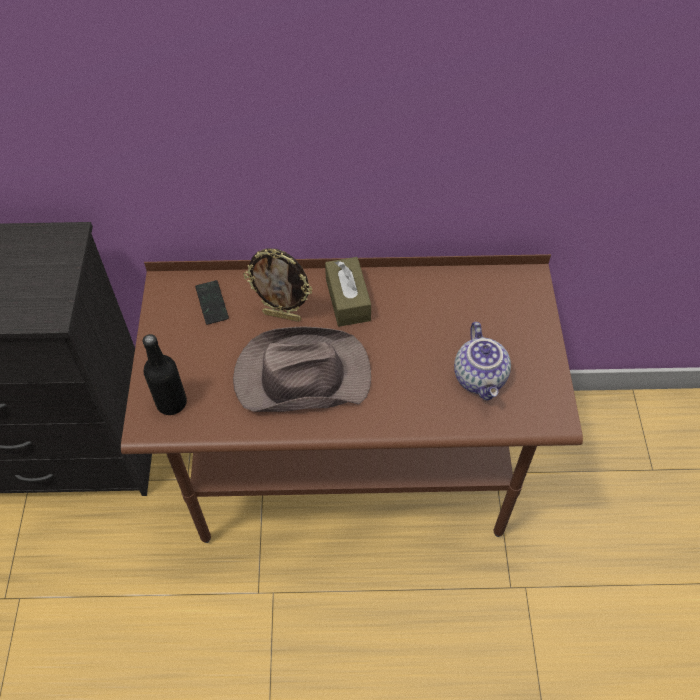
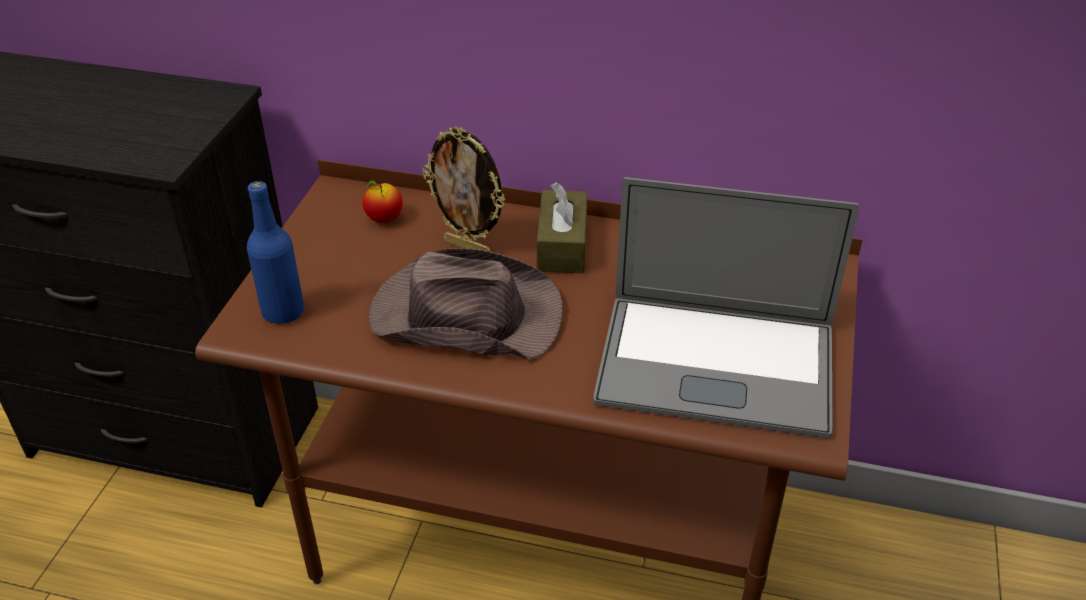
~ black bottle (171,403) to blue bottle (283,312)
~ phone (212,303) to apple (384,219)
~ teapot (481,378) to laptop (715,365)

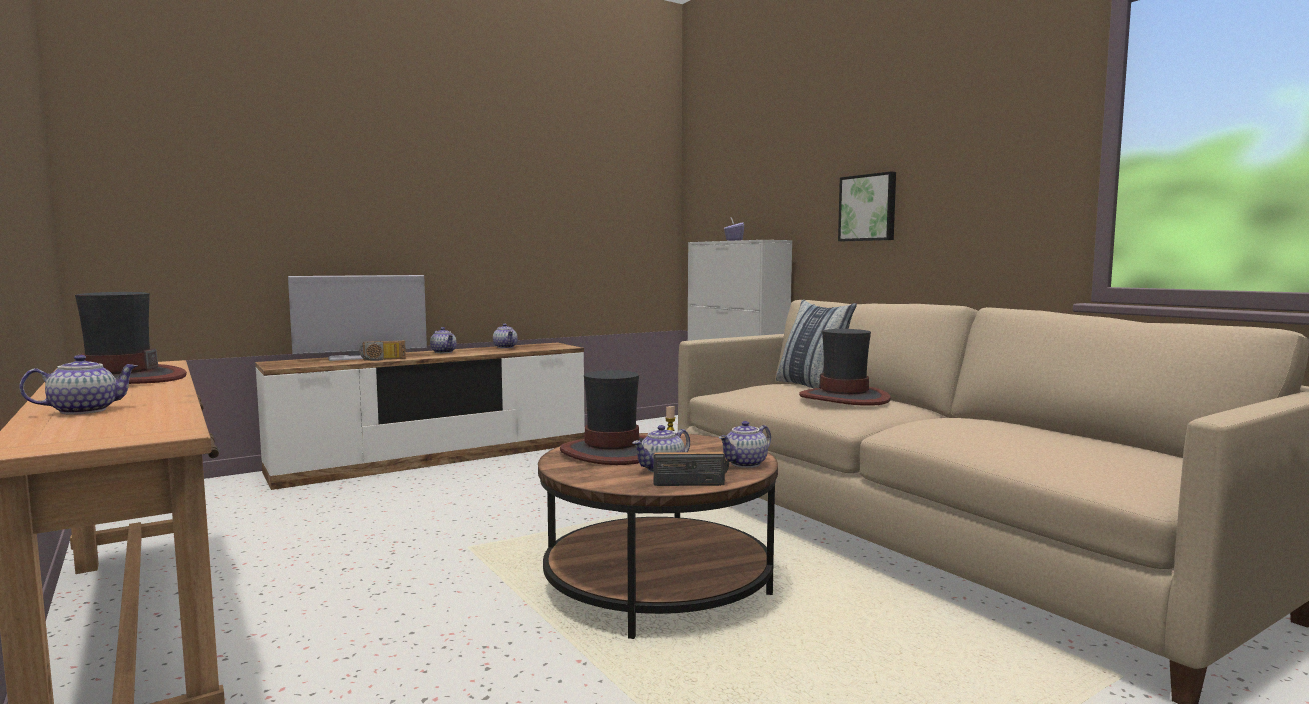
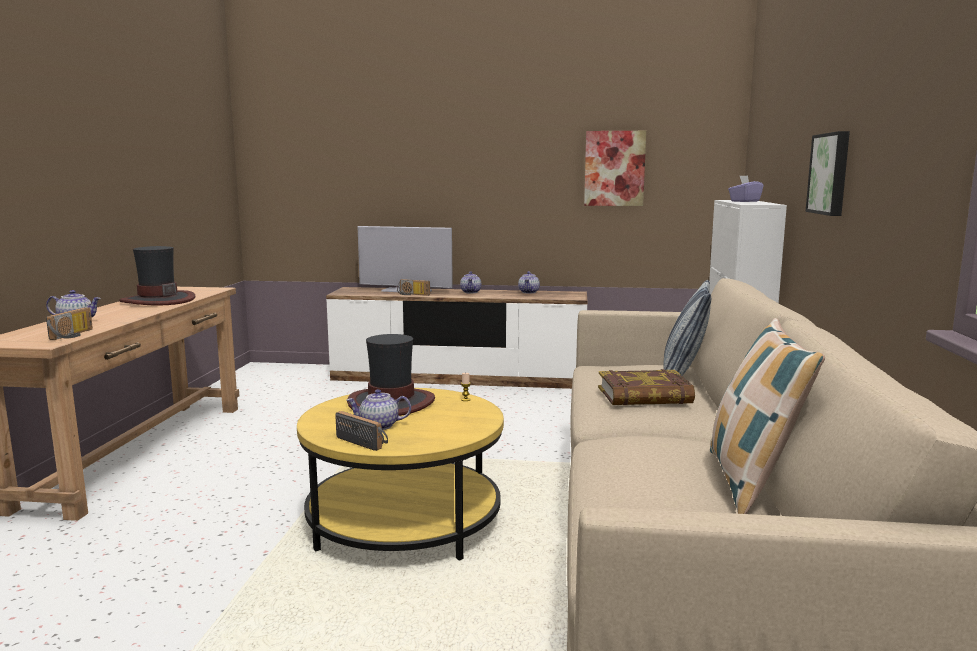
+ radio (74,335)
~ brown coffee table (658,584) to yellow coffee table (404,521)
+ picture (614,168)
~ hat (844,398) to book (644,396)
+ pillow (752,483)
- teapot (746,464)

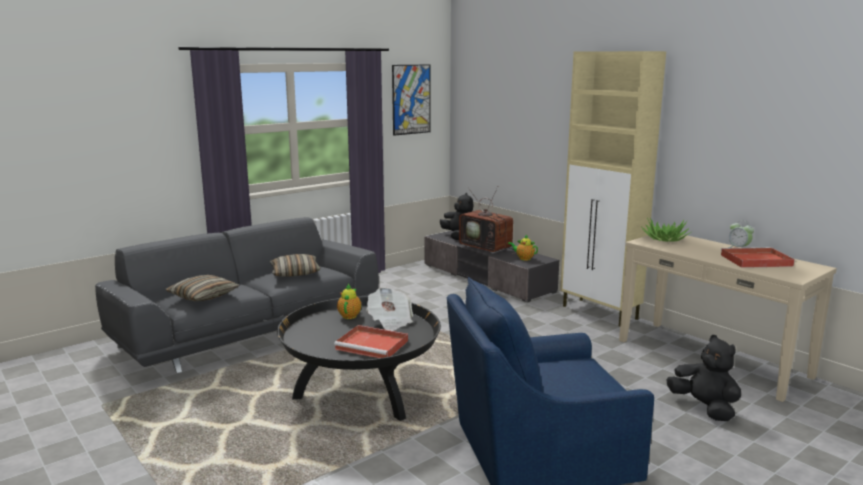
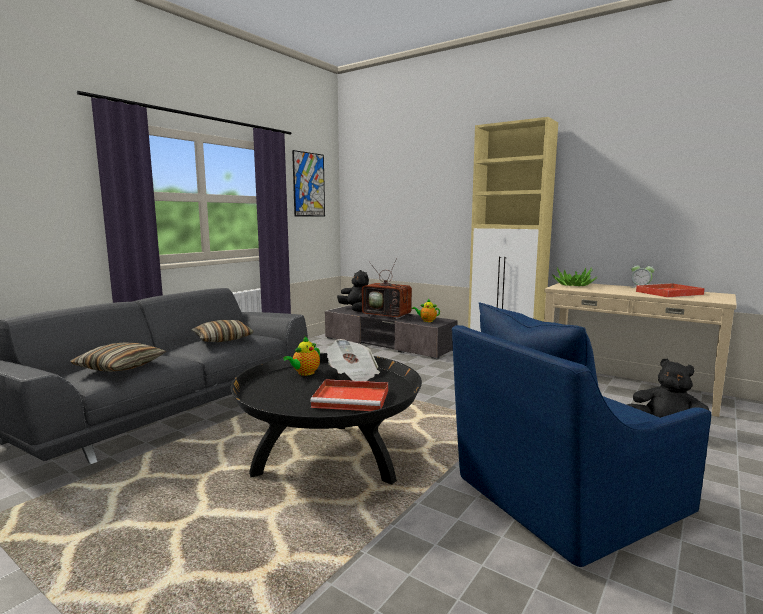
~ teapot (350,315) = (304,373) 135 degrees counterclockwise

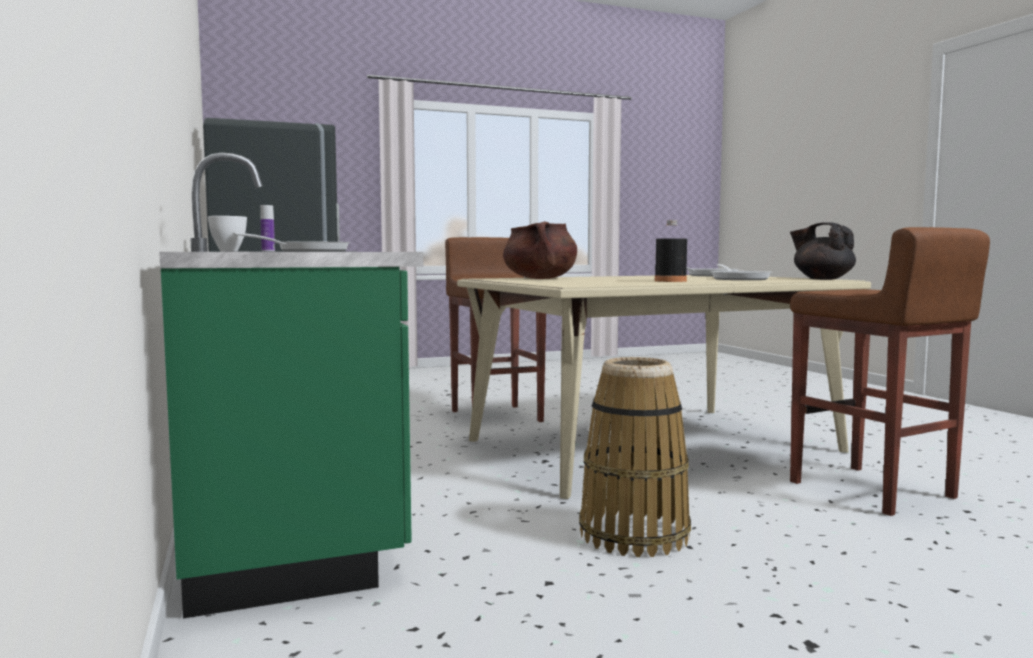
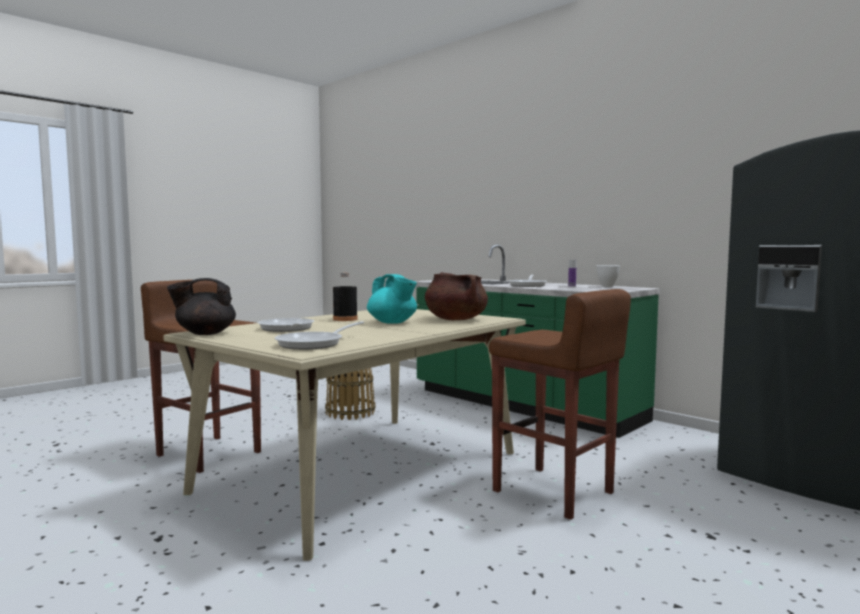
~ black teapot (822,279) = (205,333) 135 degrees clockwise
+ turquoise teapot (392,322)

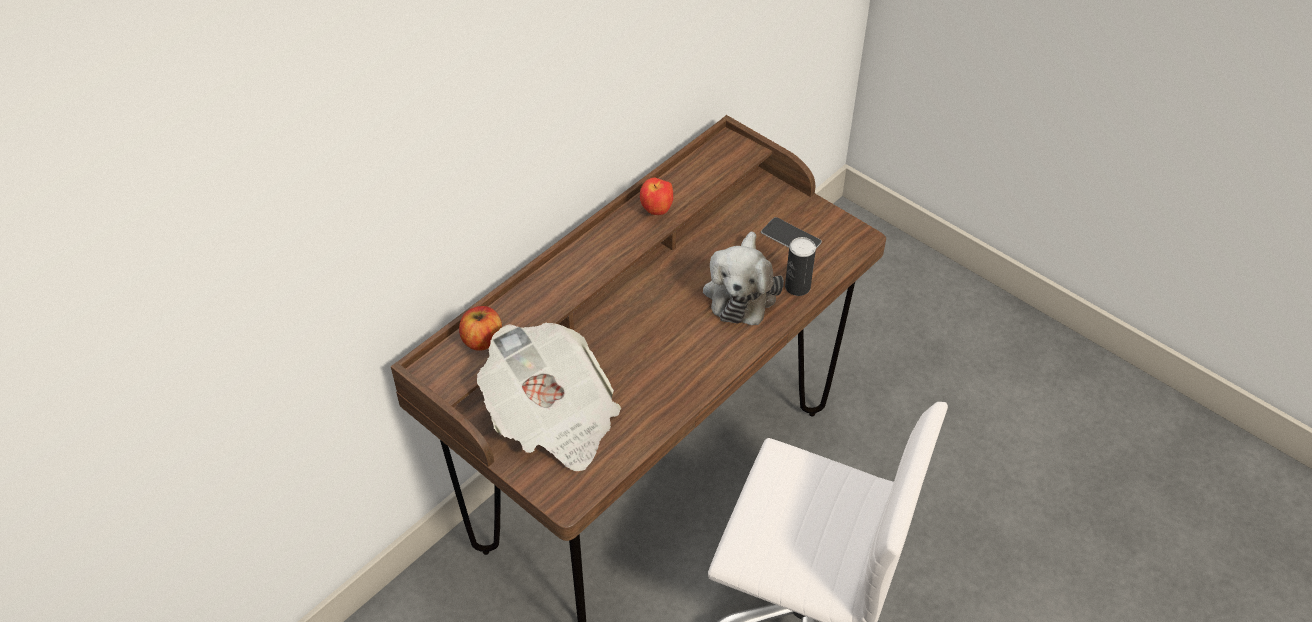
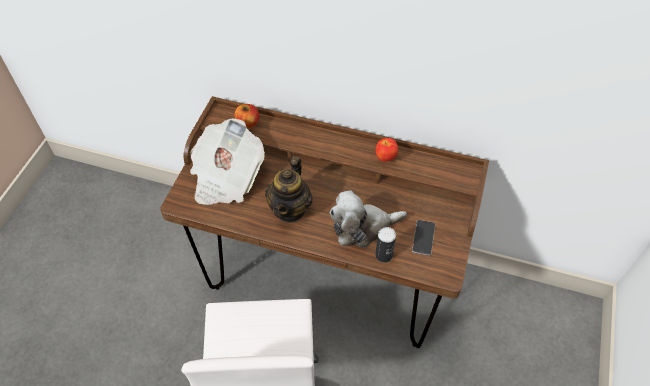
+ teapot (290,209)

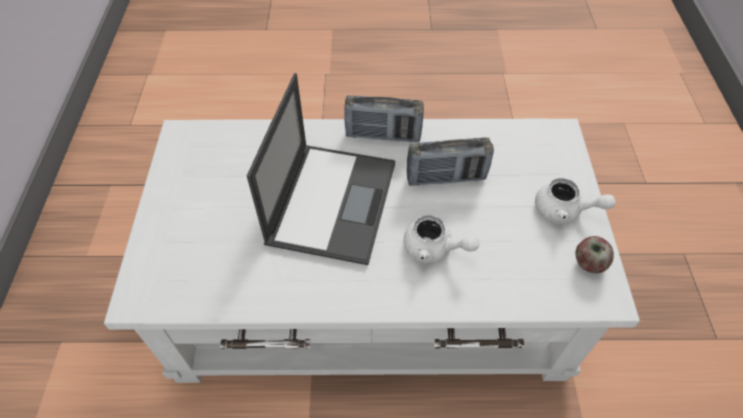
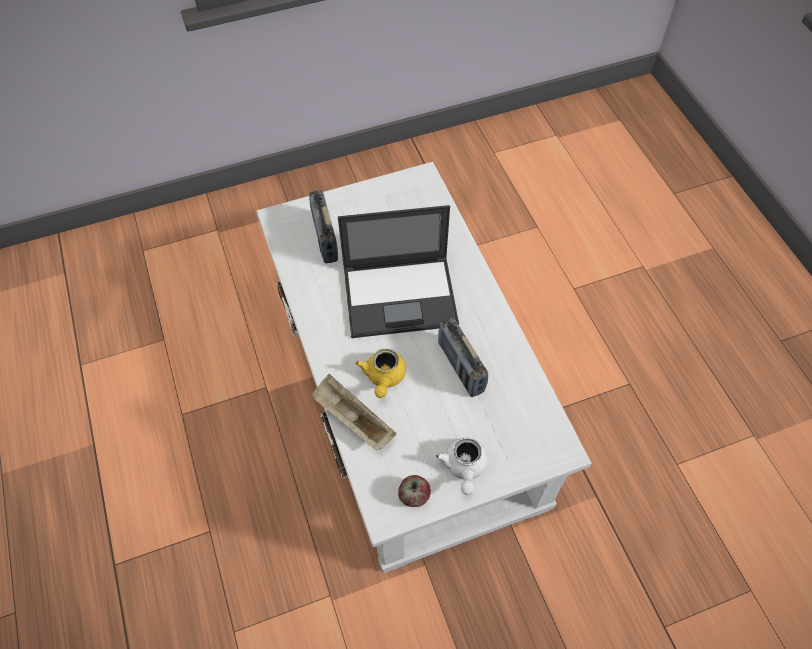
~ radio (383,135) to (325,239)
+ beige tray (352,419)
~ white teapot (434,249) to yellow teapot (383,378)

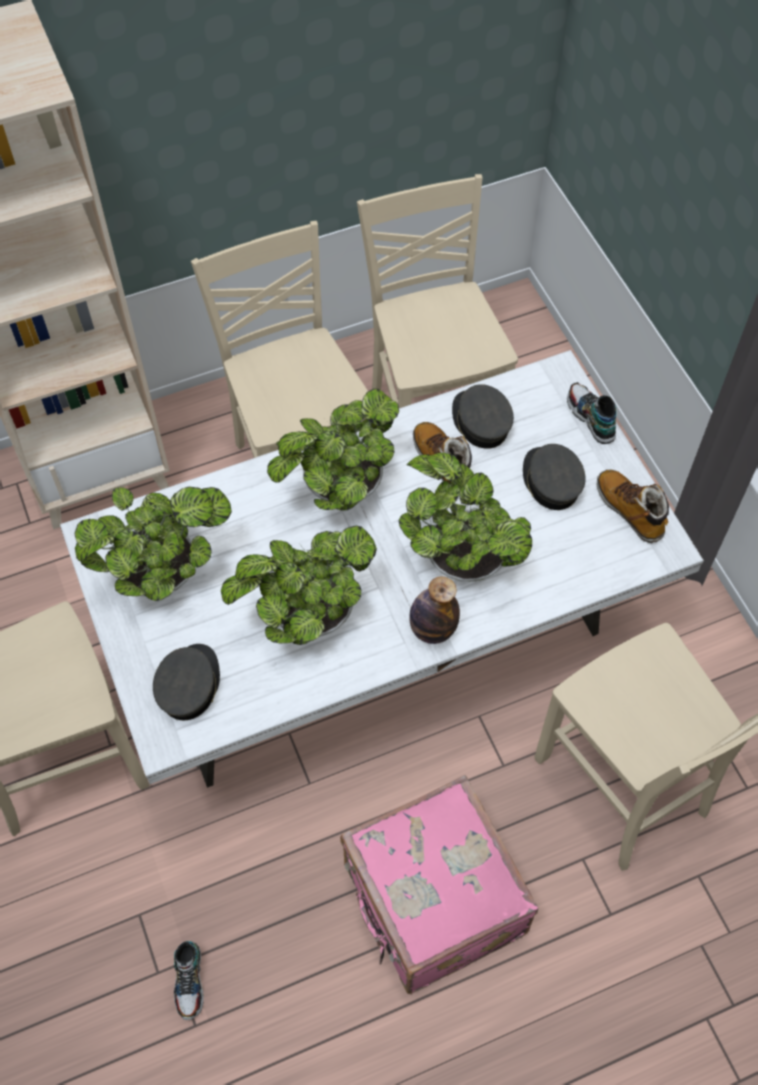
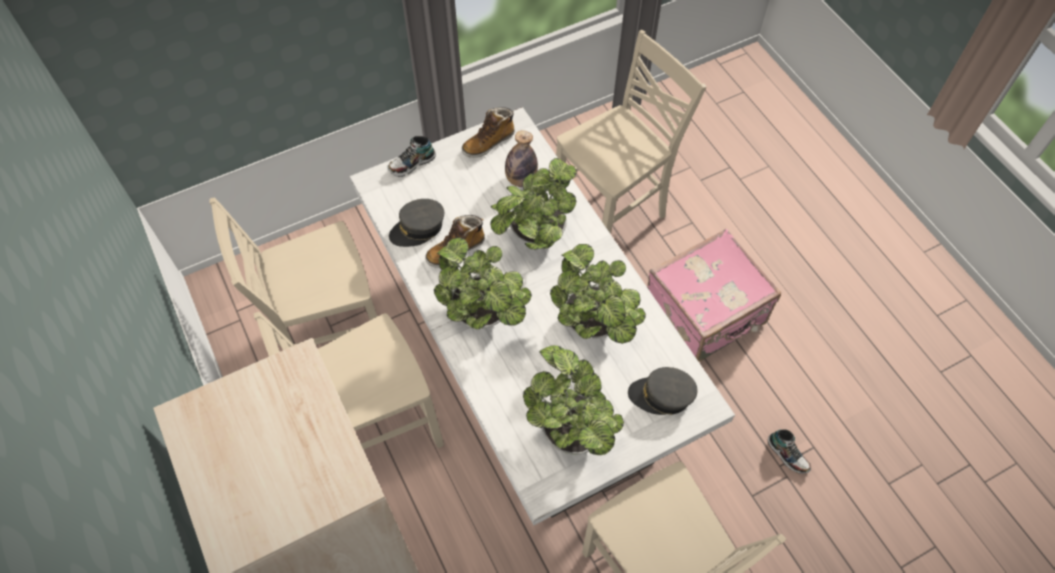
~ bottle (432,629) to (521,179)
~ shoe (190,982) = (787,454) 60 degrees clockwise
- grey cap (550,482)

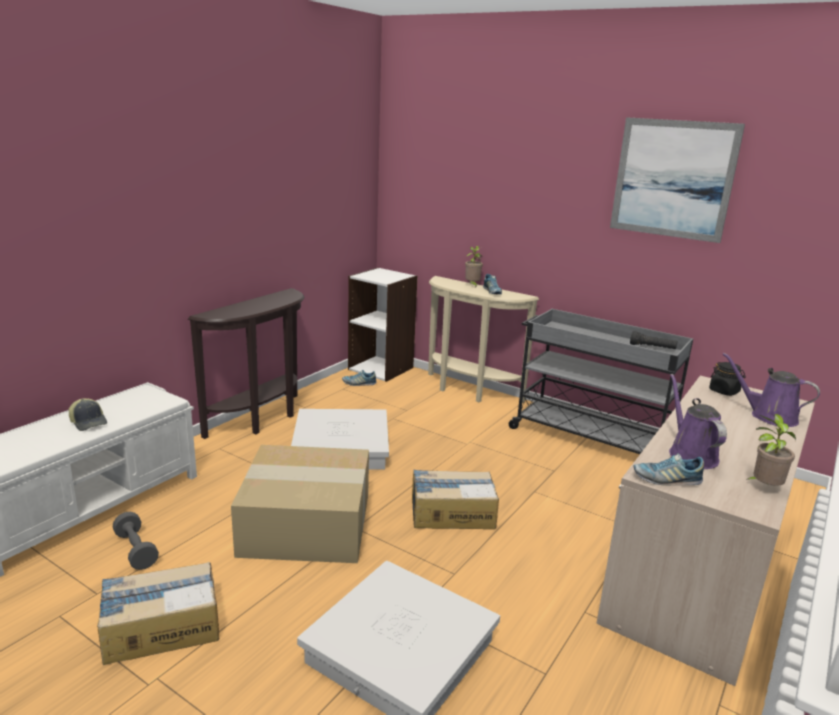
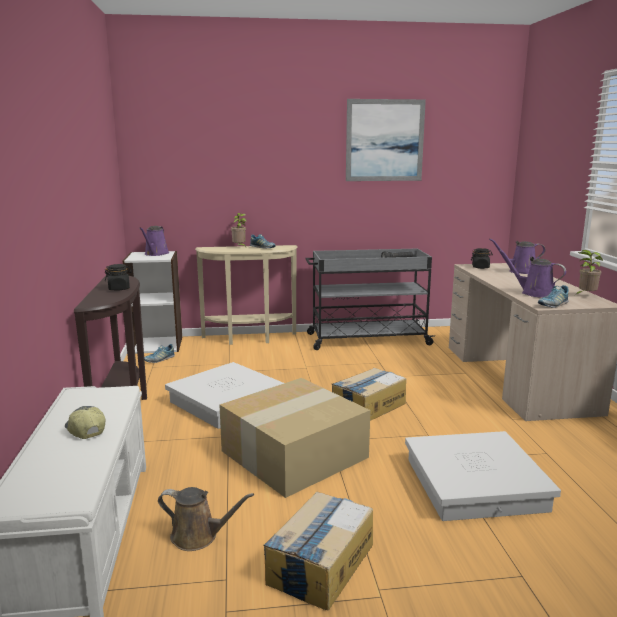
~ cap (89,422) = (85,430) 135 degrees counterclockwise
+ black jar (119,289)
+ purple watering can (155,254)
~ grey dumbbell (136,550) to brown watering can (198,536)

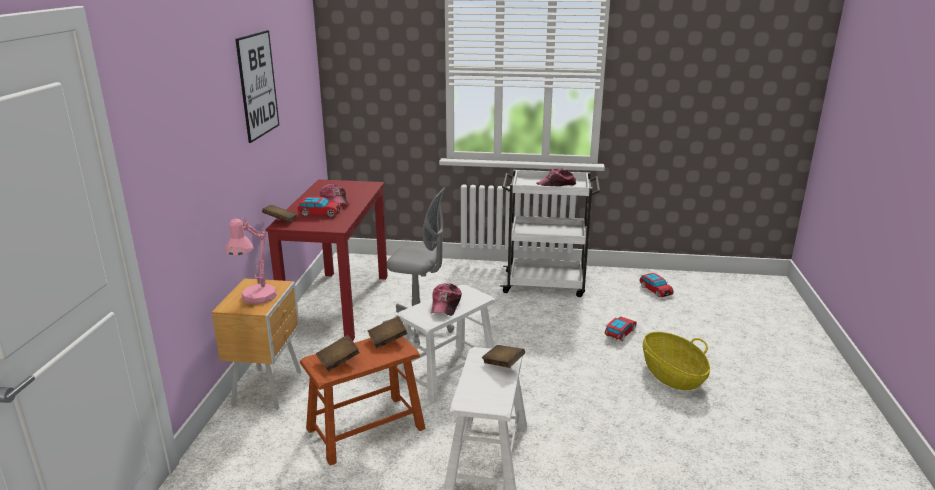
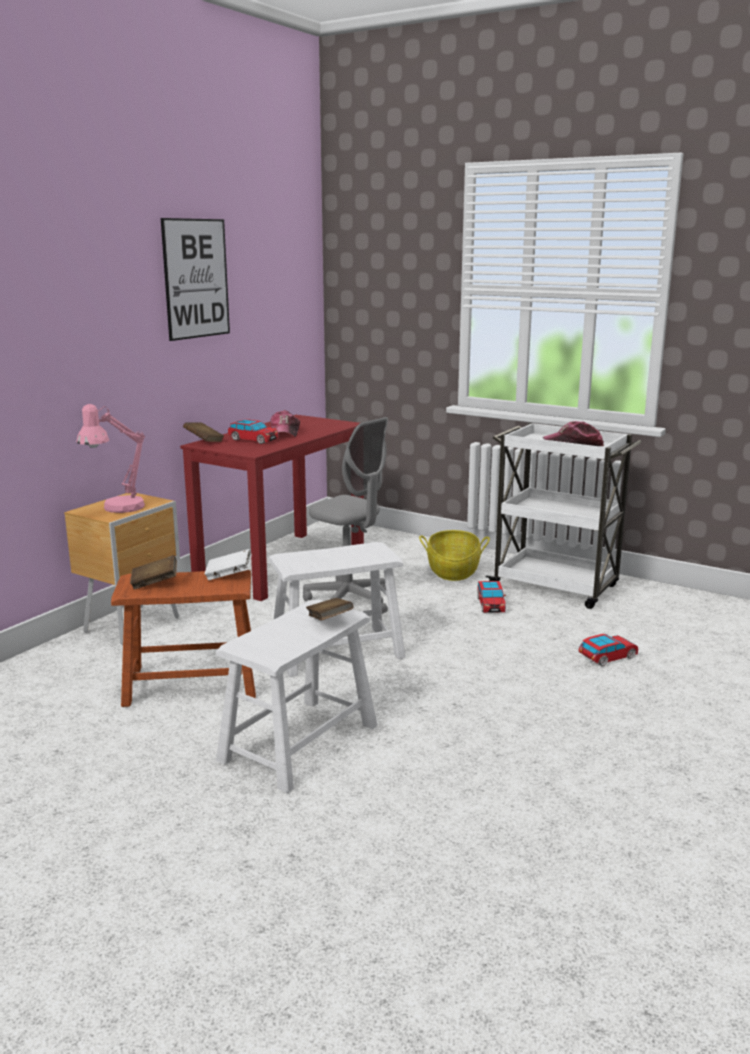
~ brown book (387,340) to white book (229,575)
~ basket (672,375) to (453,570)
~ toy car (655,290) to (490,604)
- cap (446,305)

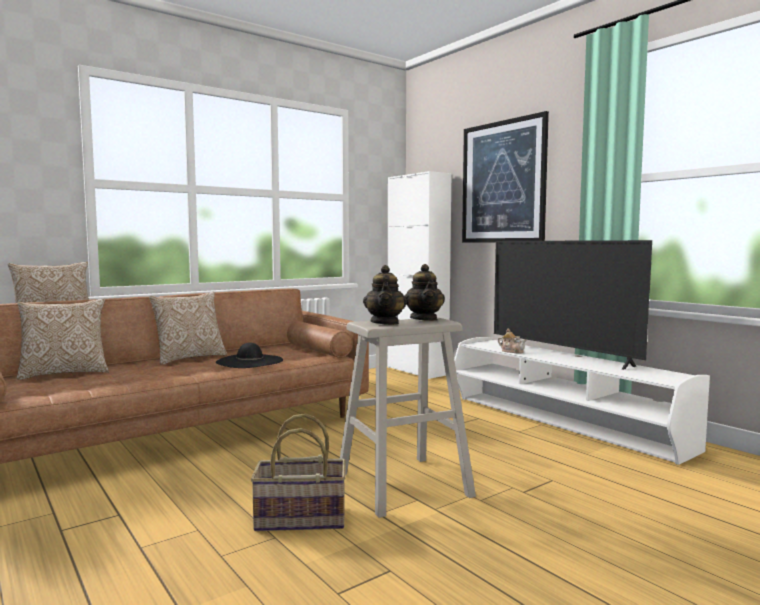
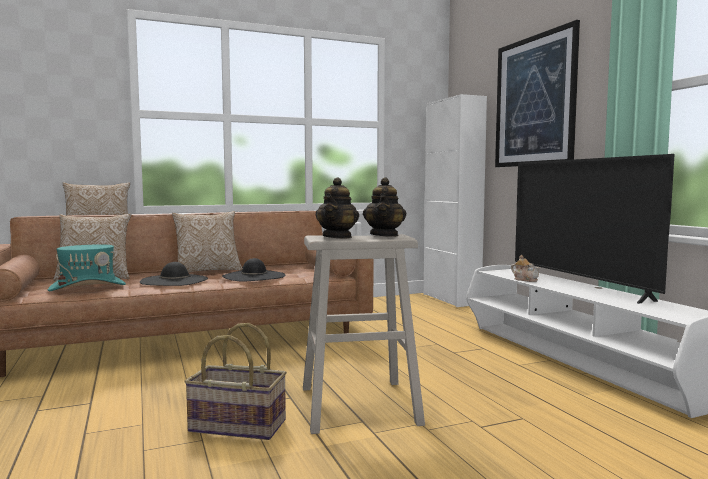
+ turquoise hat (88,287)
+ black hat (174,280)

